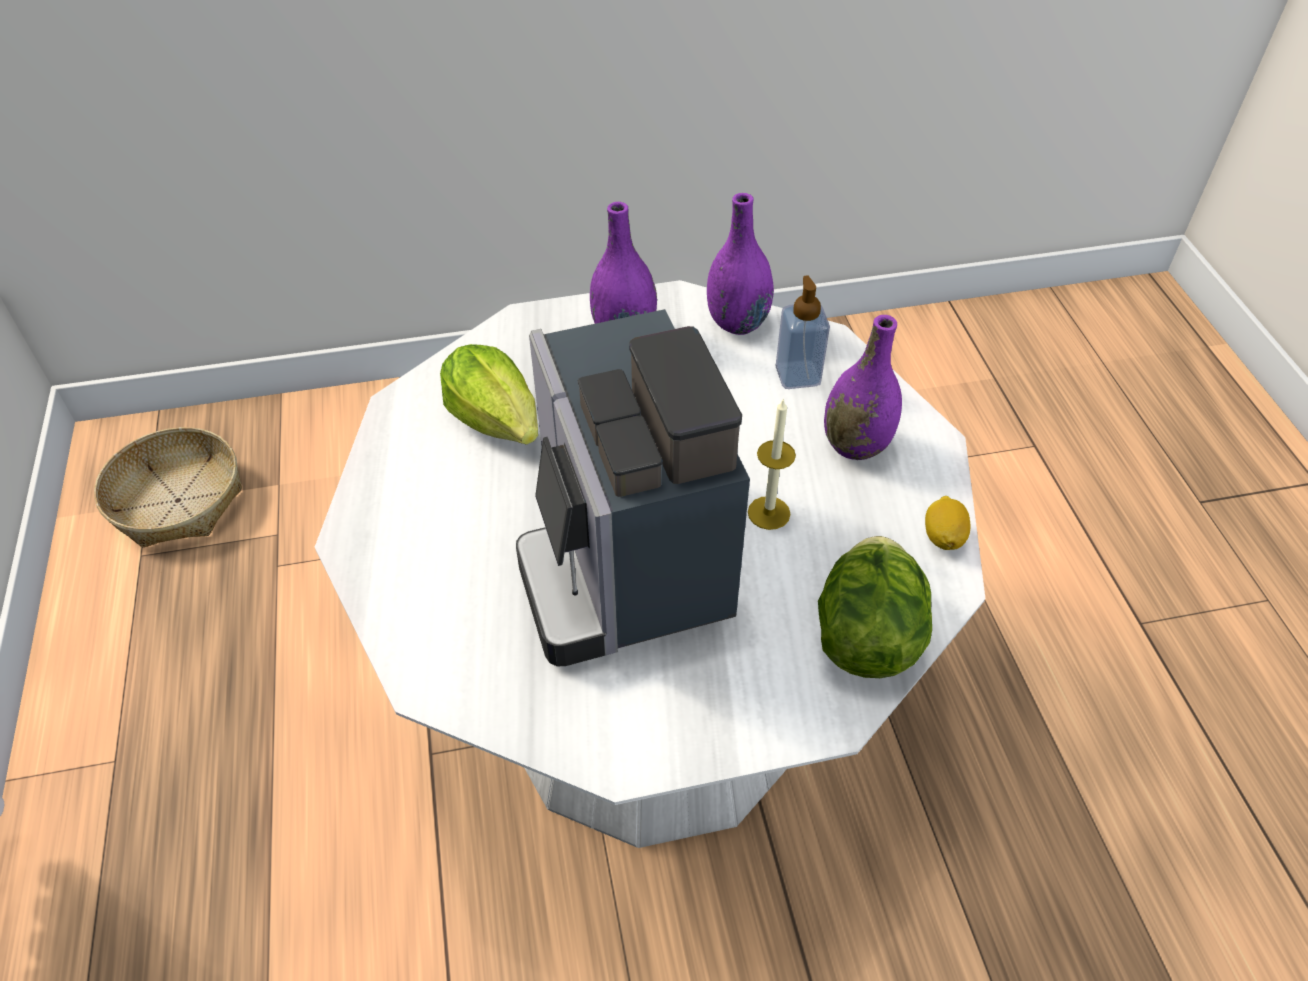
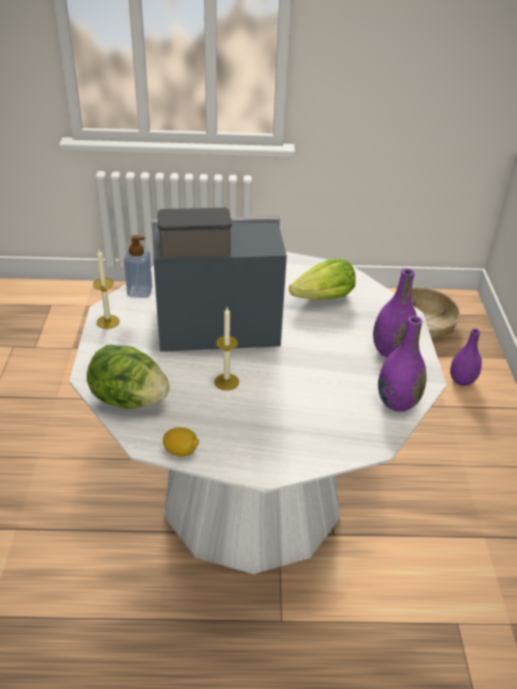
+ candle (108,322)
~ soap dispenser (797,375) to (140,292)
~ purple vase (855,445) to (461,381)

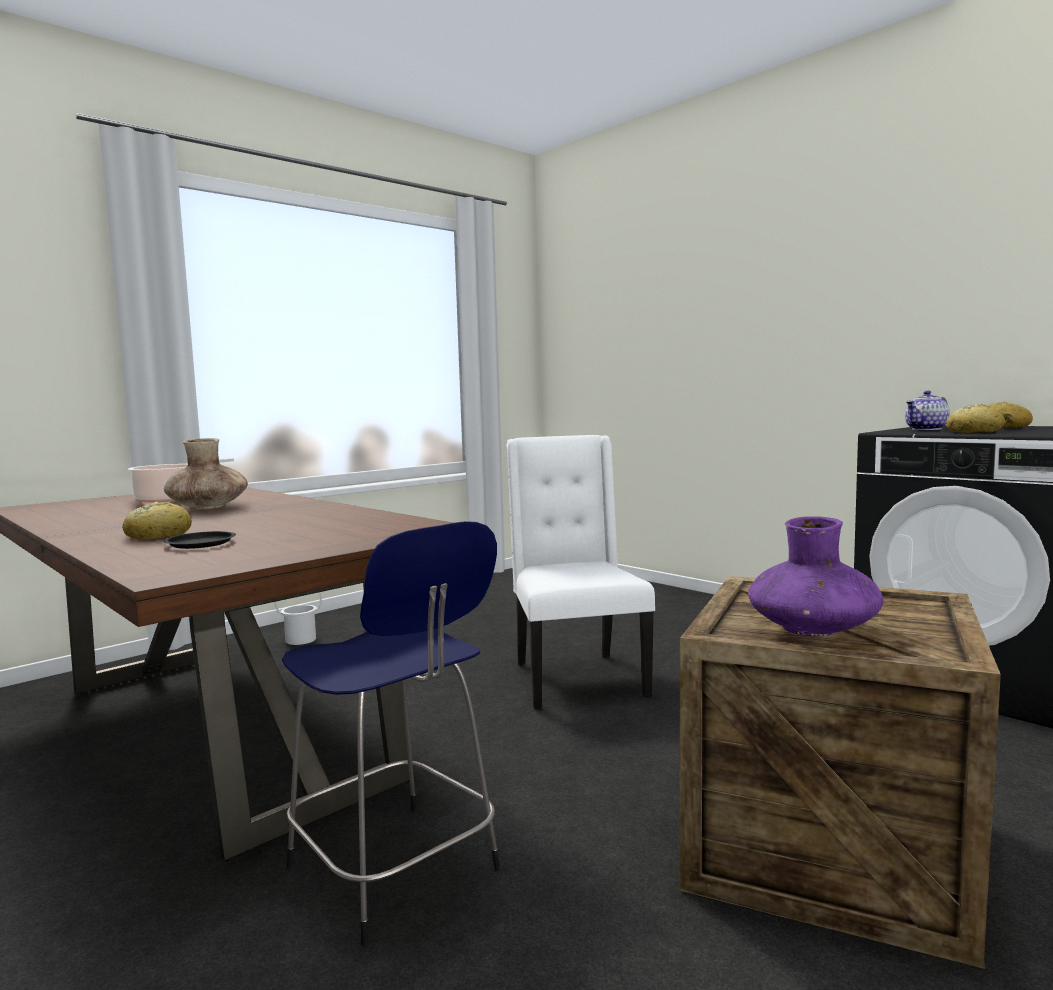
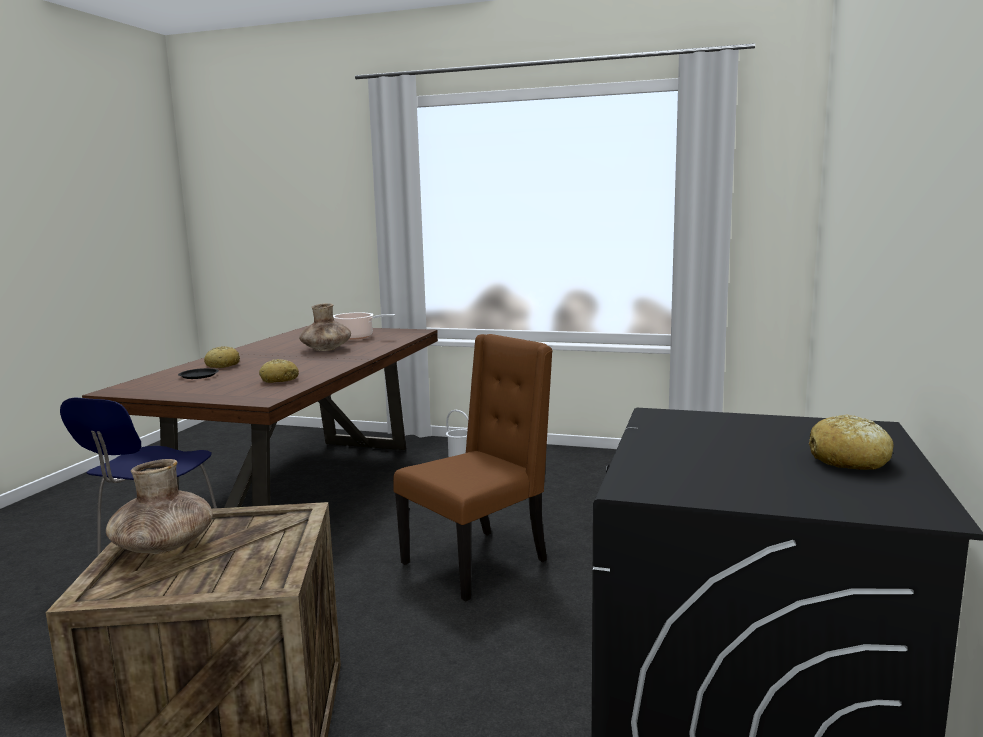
~ purple vase (813,630) to brown vase (163,547)
~ bread (974,432) to (279,380)
~ white chair (576,678) to brown chair (478,562)
- teapot (926,429)

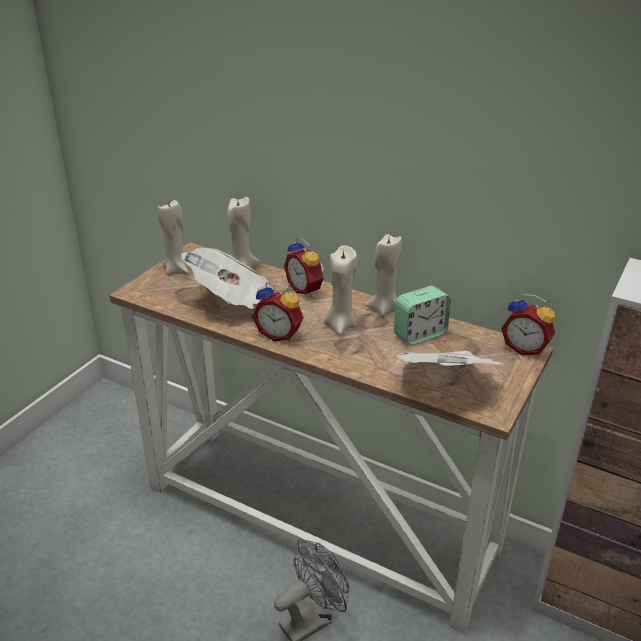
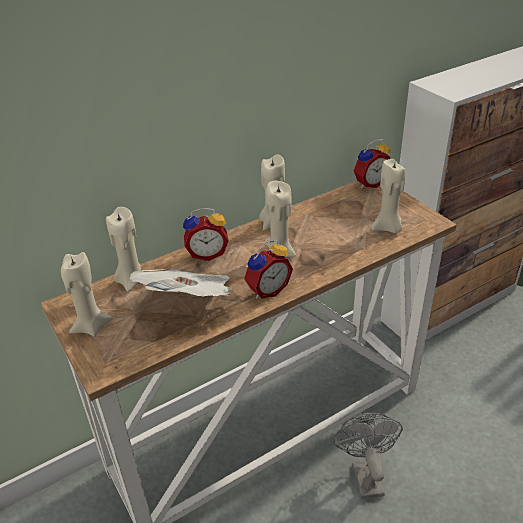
~ newspaper (447,381) to beige candle (387,228)
- alarm clock (419,334)

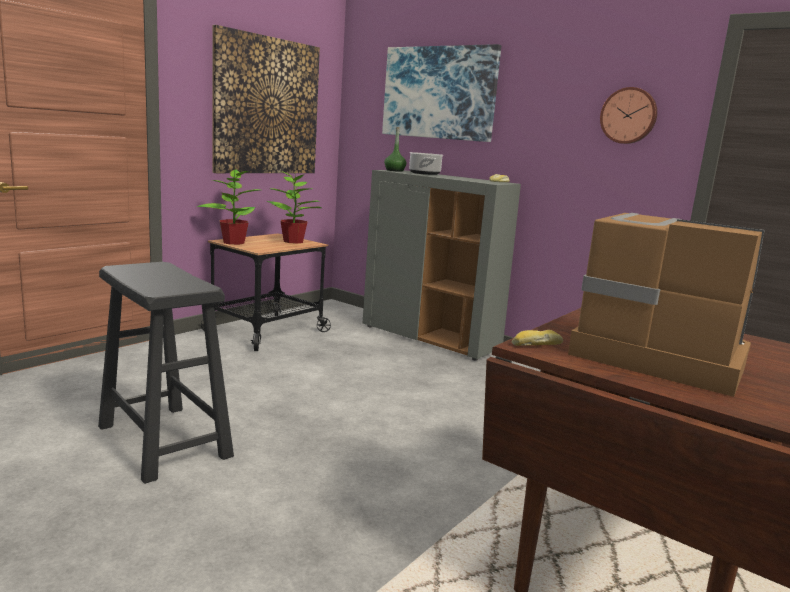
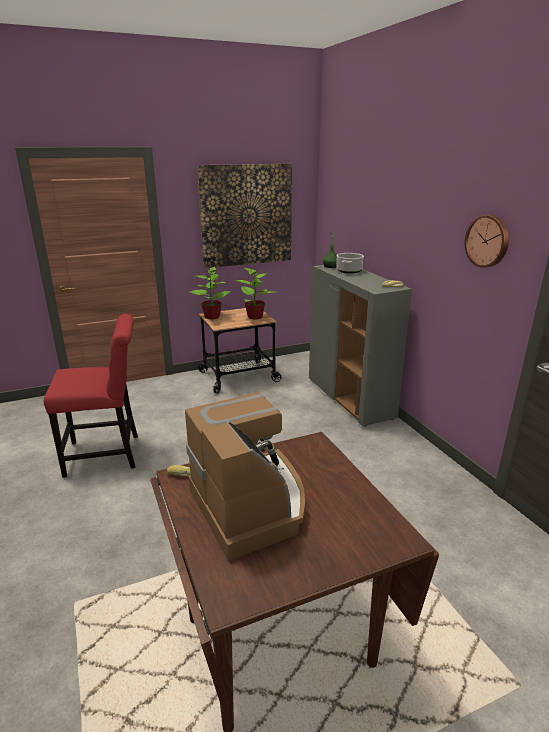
~ black stool (164,442) to red chair (107,455)
- picture (439,93)

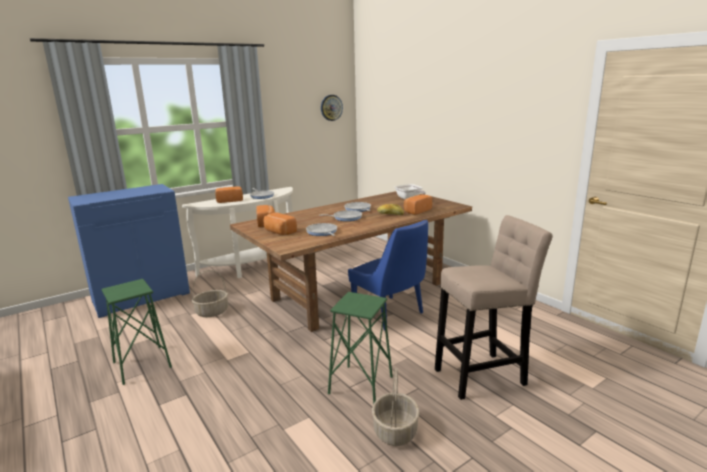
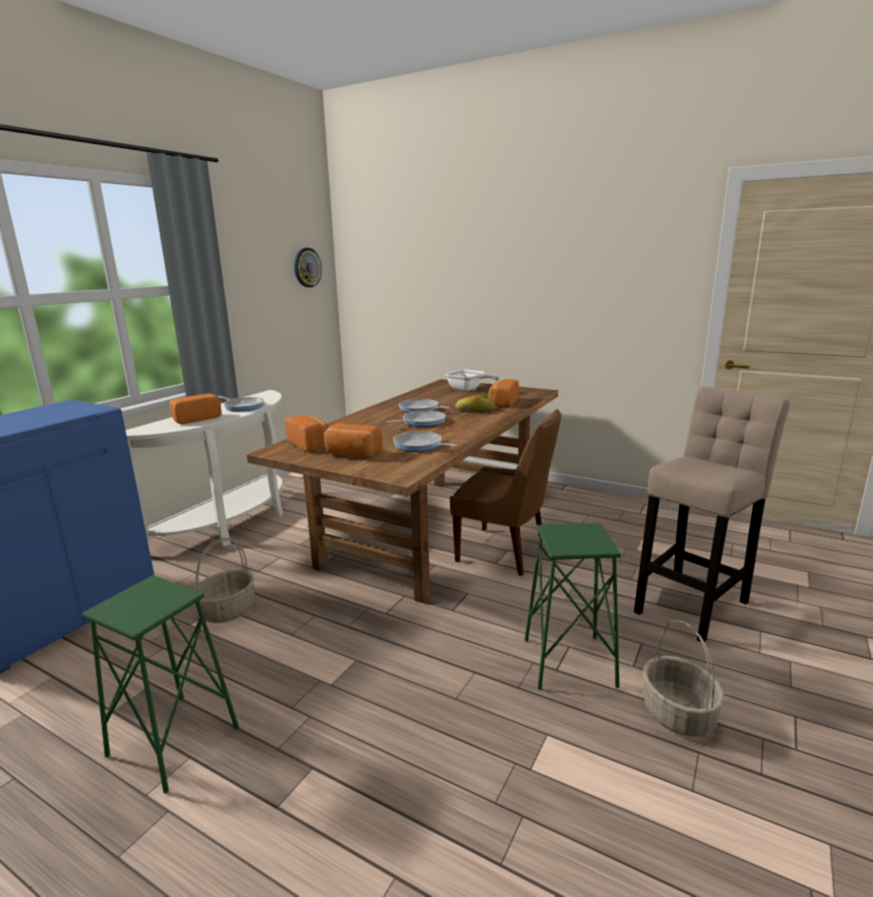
~ blue chair (390,314) to brown chair (505,552)

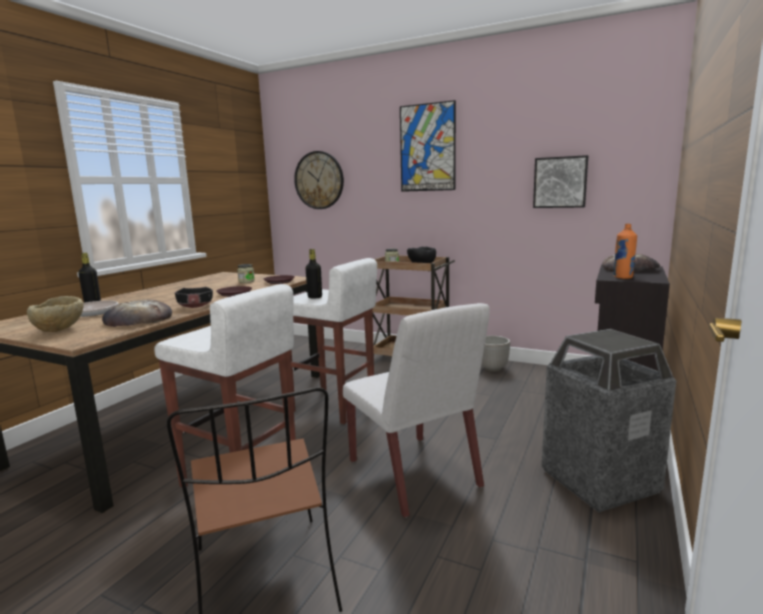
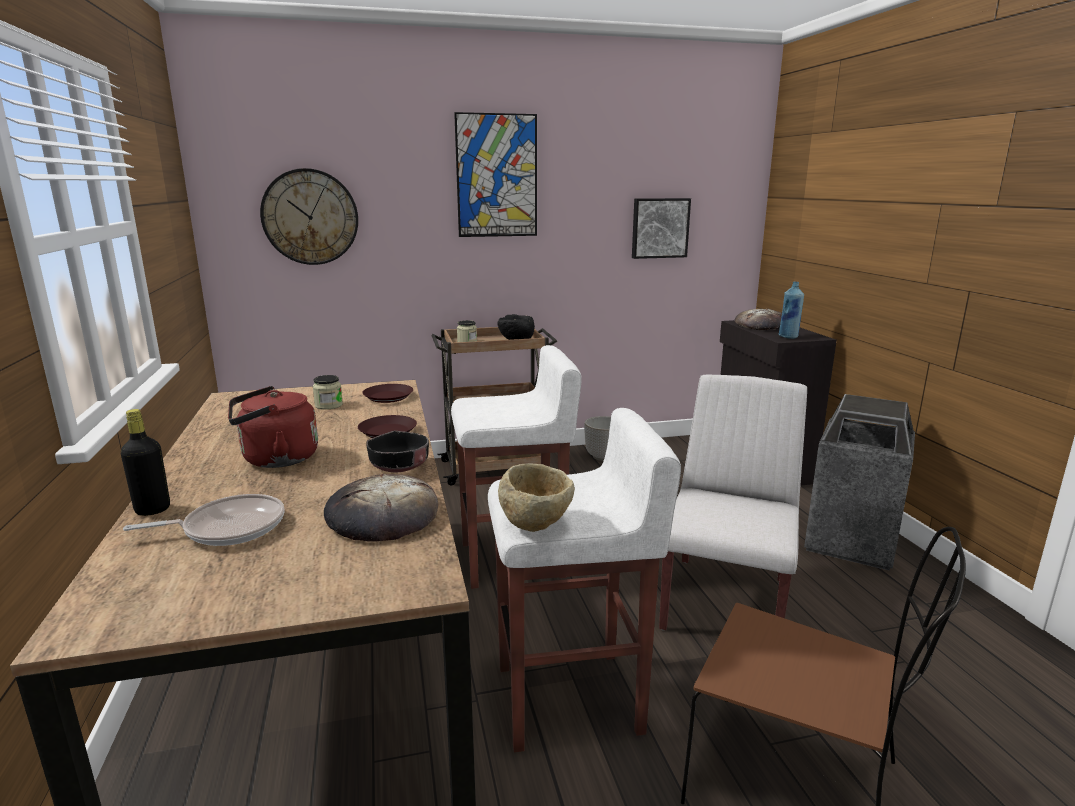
+ red kettle (275,459)
~ beige bowl (60,330) to (537,524)
~ white chair (414,474) = (725,602) 90 degrees counterclockwise
~ orange bottle (623,277) to blue bottle (788,337)
- black bottle (315,297)

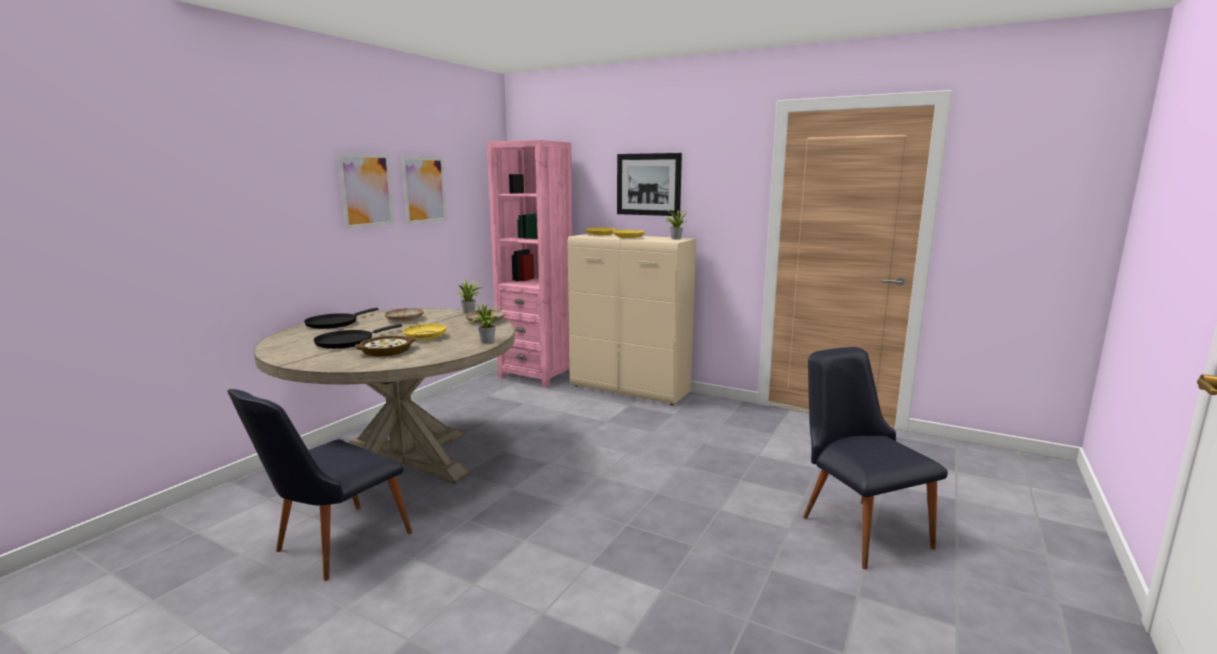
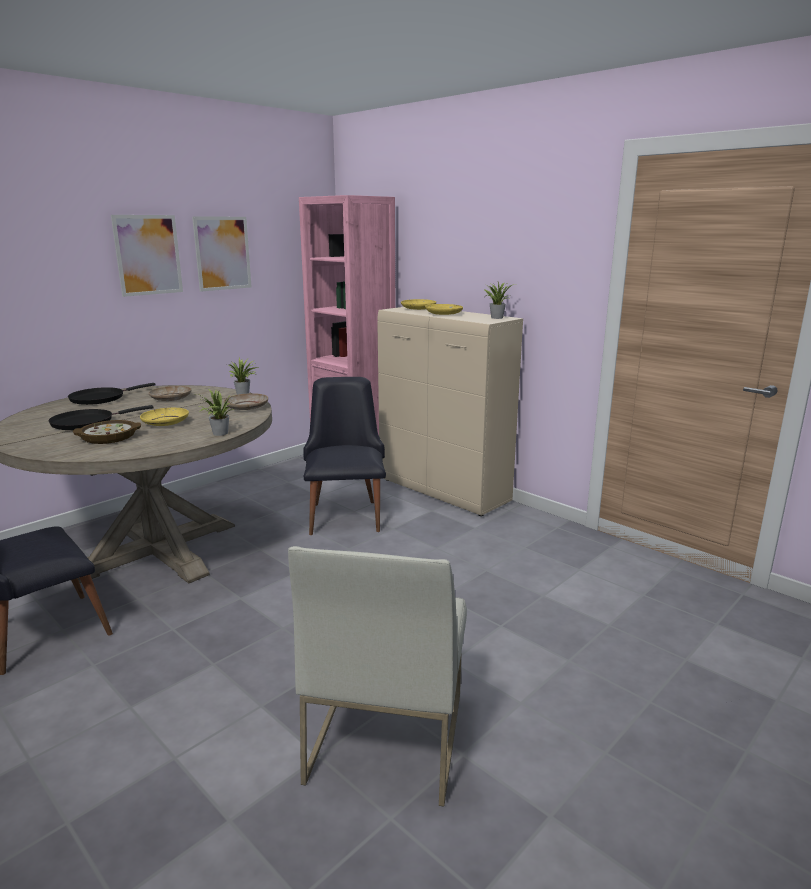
+ white chair (385,735)
~ black chair (857,525) to (346,513)
- picture (648,184)

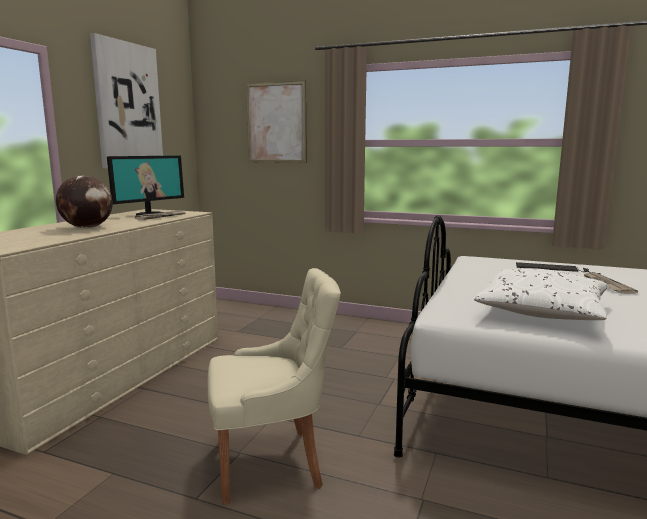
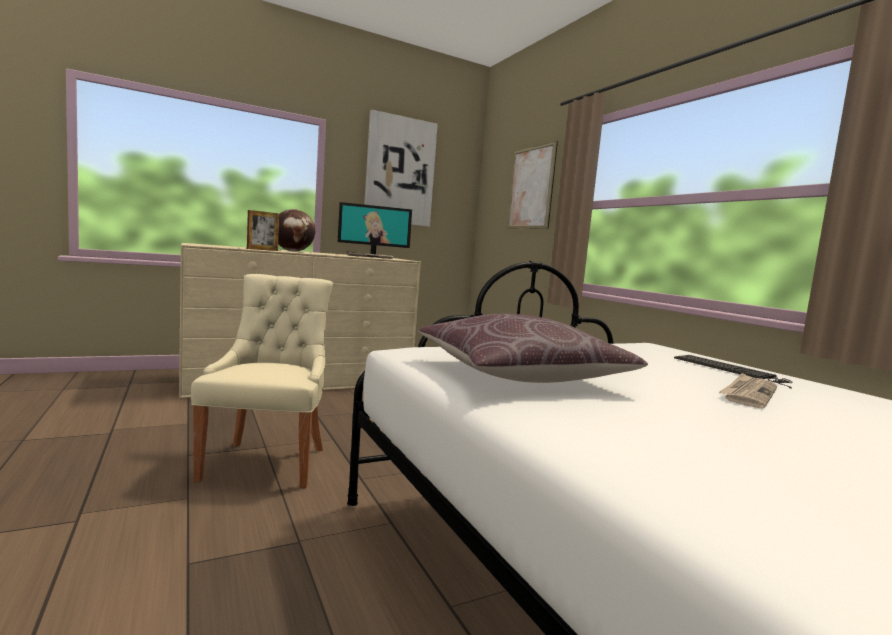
~ beige chair (272,463) = (267,462) 120 degrees counterclockwise
+ picture frame (262,249)
~ white pillow (541,312) to brown pillow (520,376)

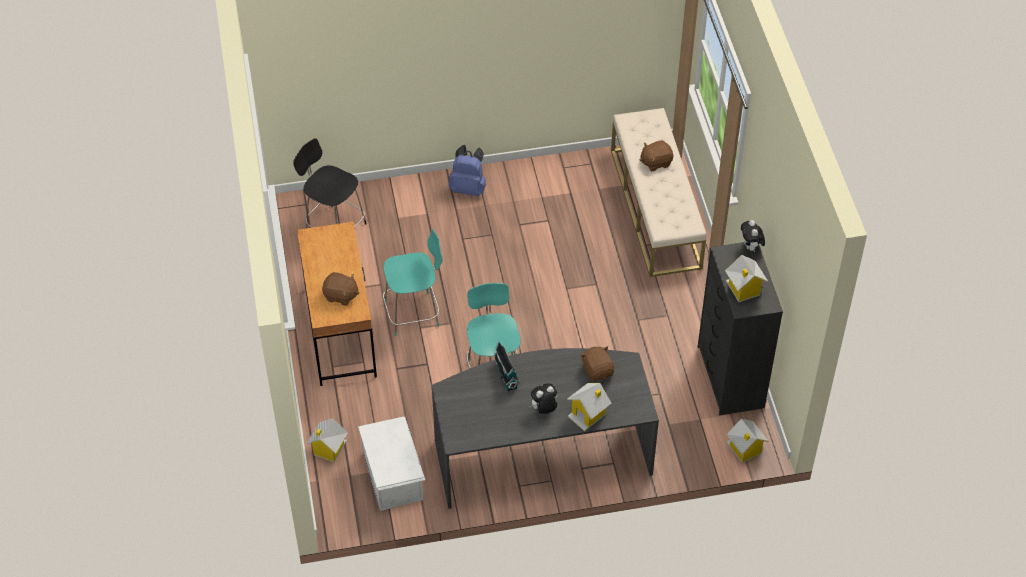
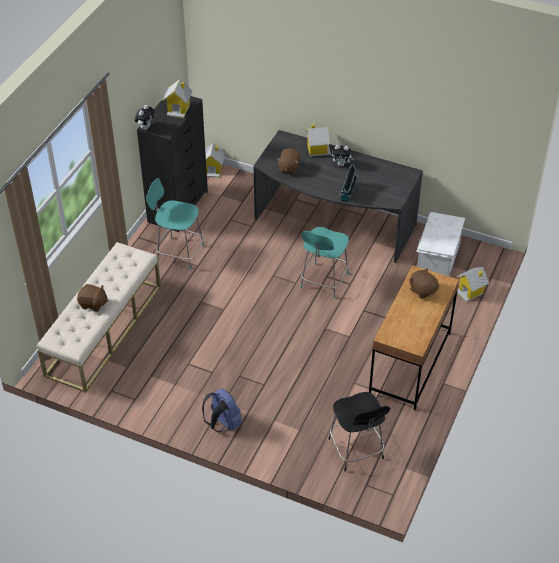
~ turquoise chair (414,313) to (179,252)

